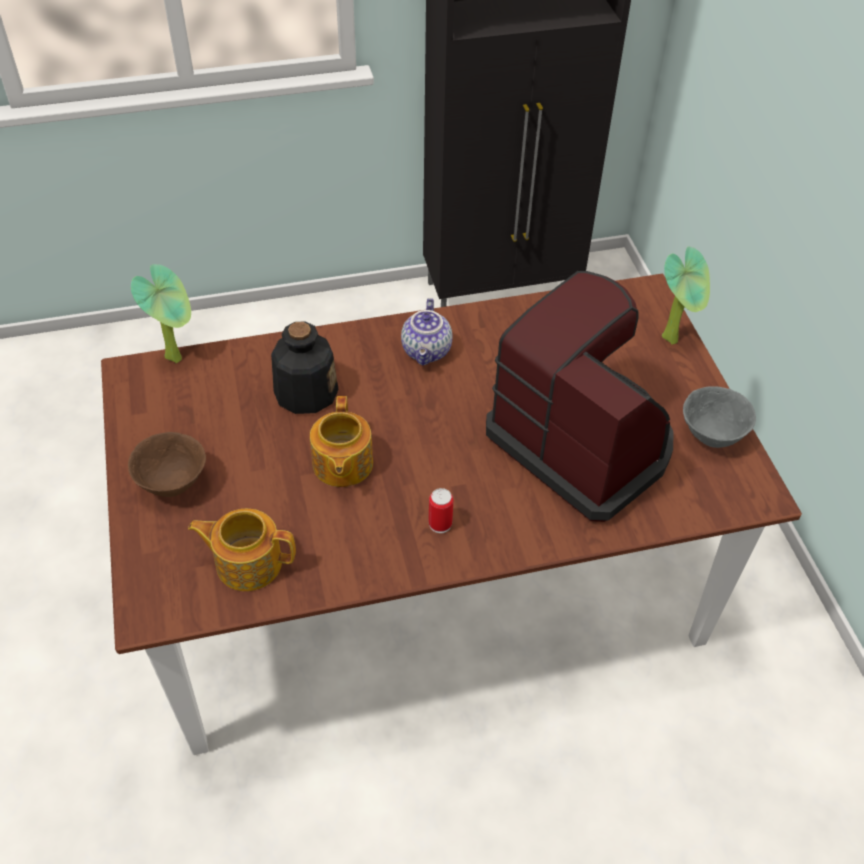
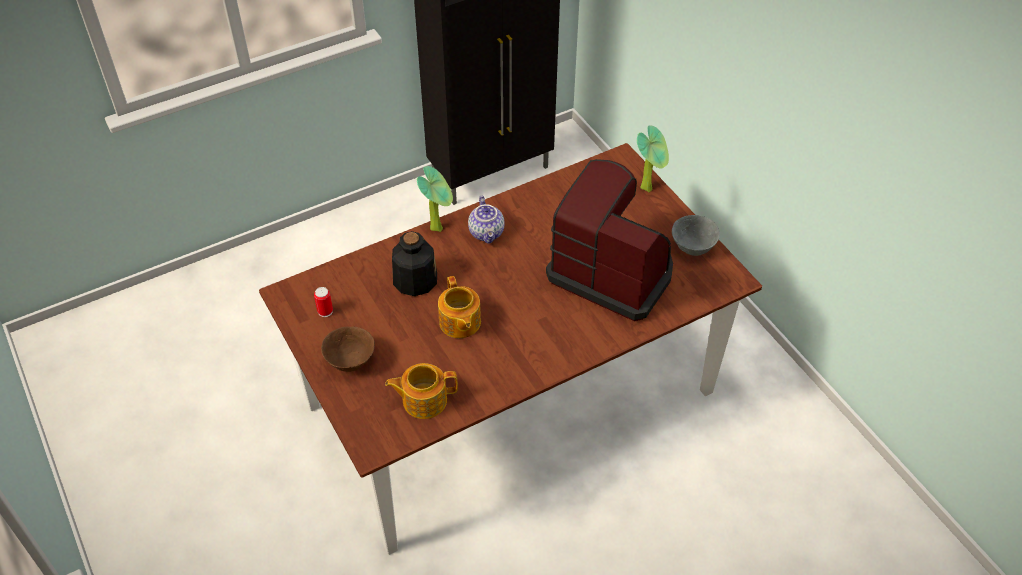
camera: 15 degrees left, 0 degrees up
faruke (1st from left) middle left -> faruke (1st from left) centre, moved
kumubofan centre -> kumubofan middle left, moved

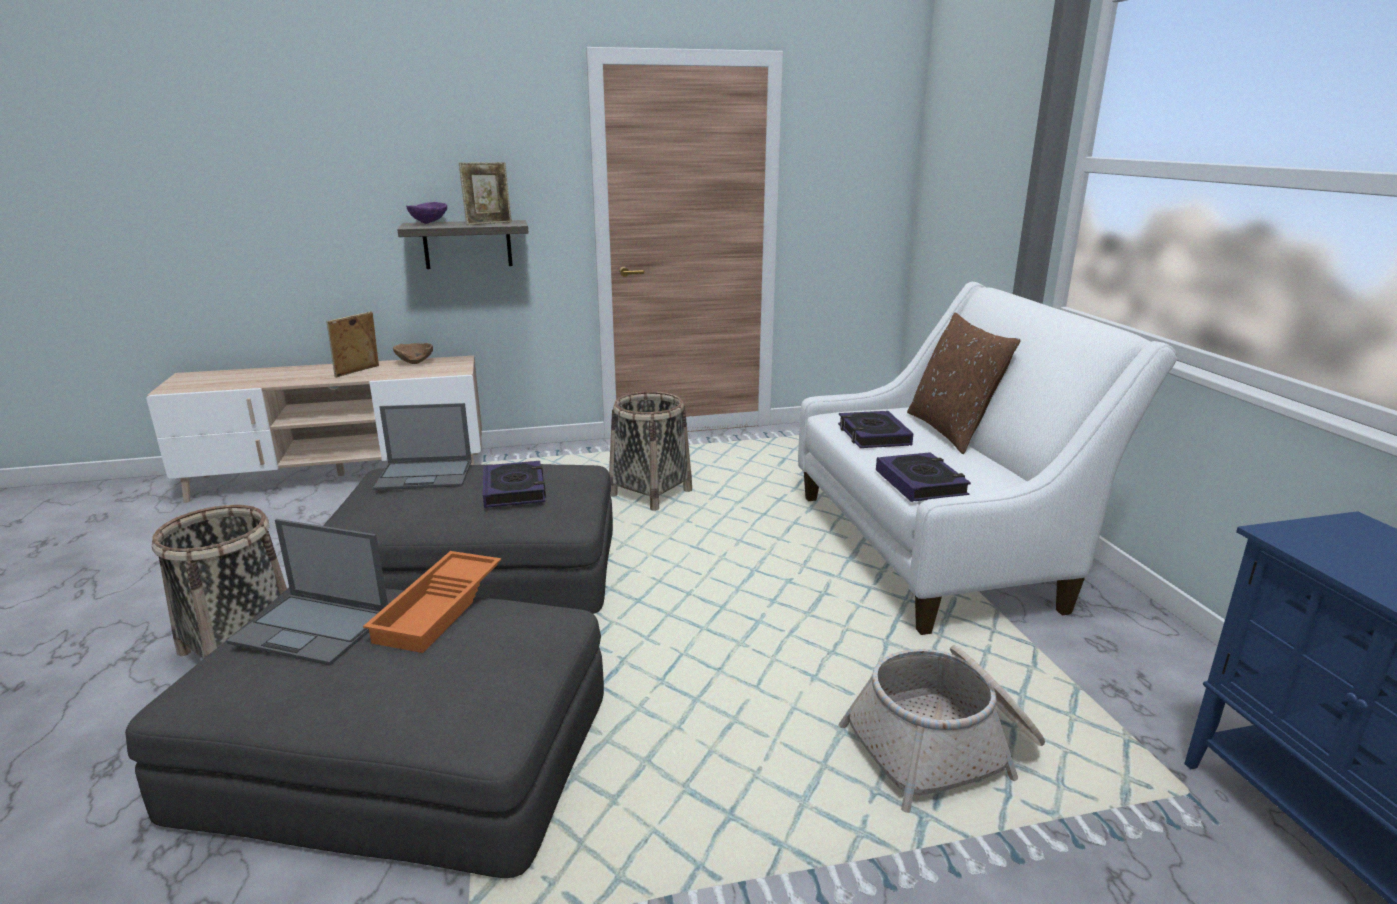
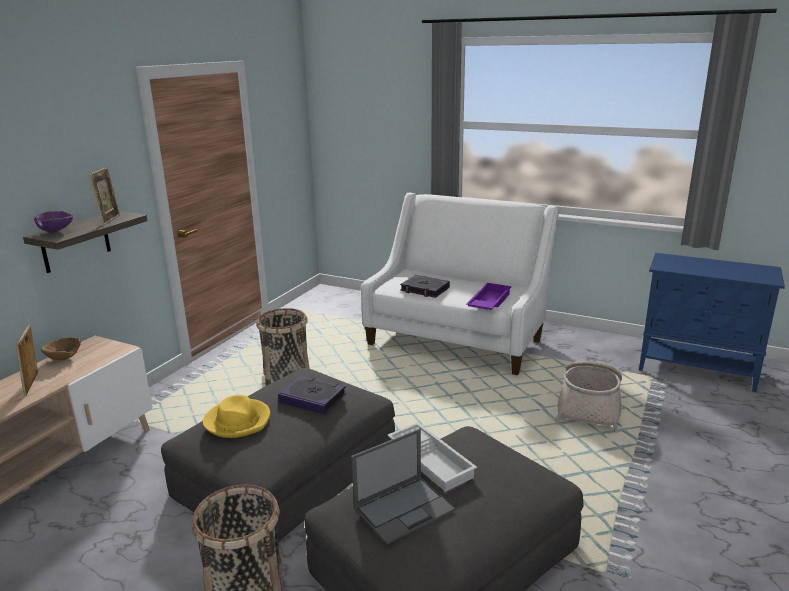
camera: 50 degrees left, 0 degrees up
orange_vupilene middle left -> white_vupilene bottom centre
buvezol (2nd from left) middle left -> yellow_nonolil bottom left
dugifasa (3rd from left) centre -> purple_vupilene centre
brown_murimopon middle right -> none

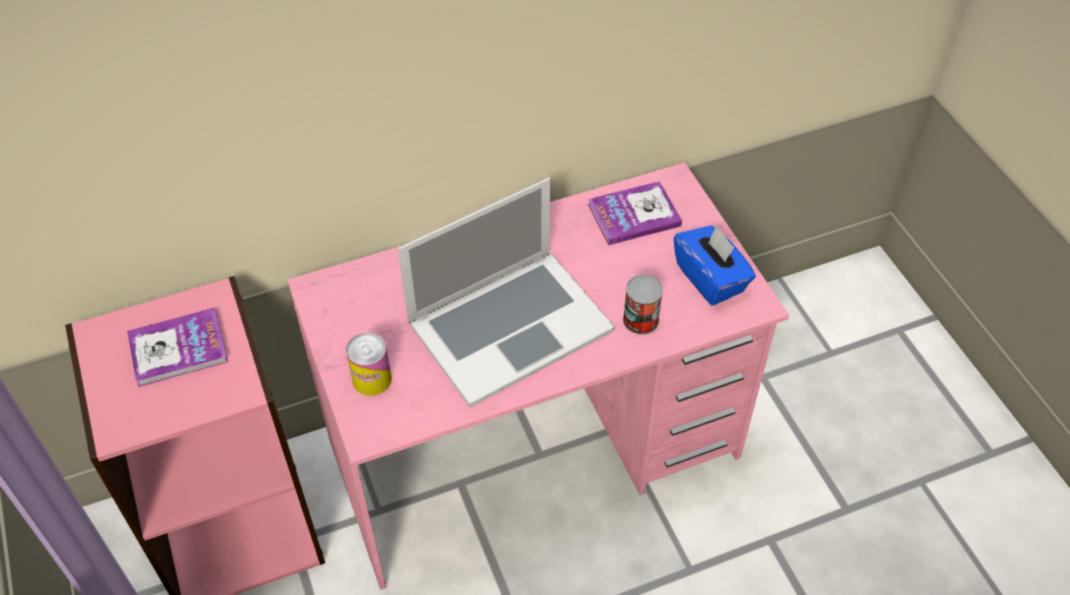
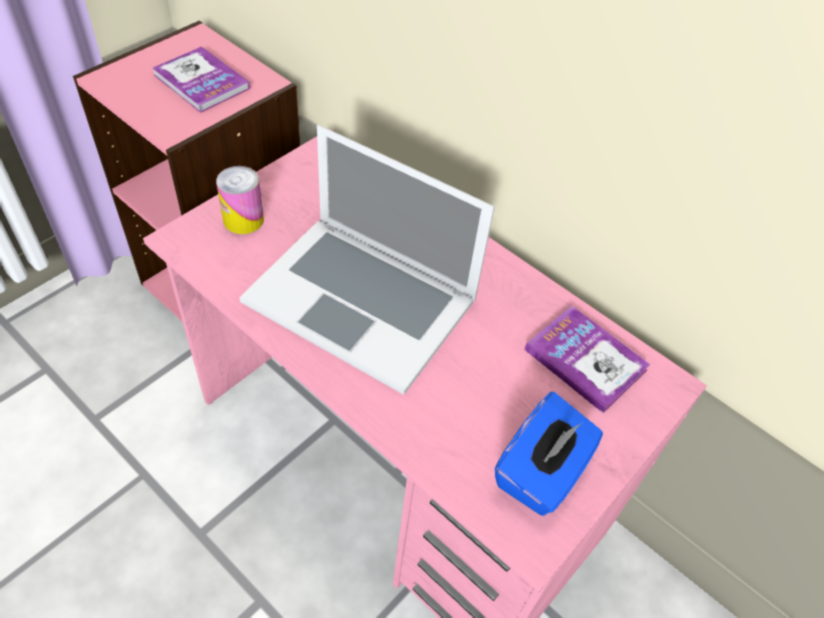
camera: 60 degrees right, 0 degrees up
kumubofan (2nd from left) centre -> none

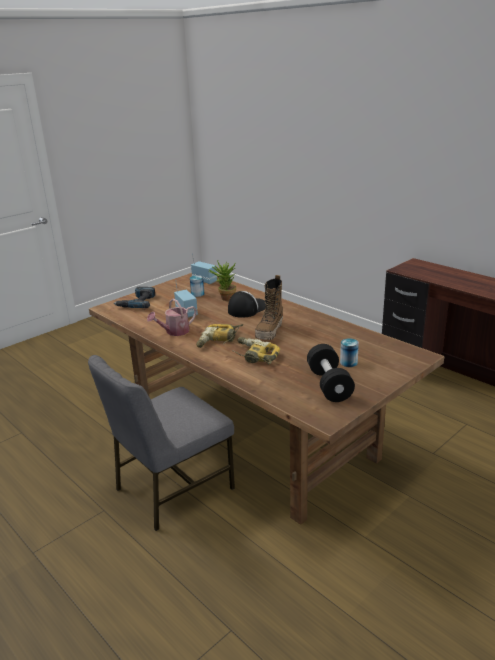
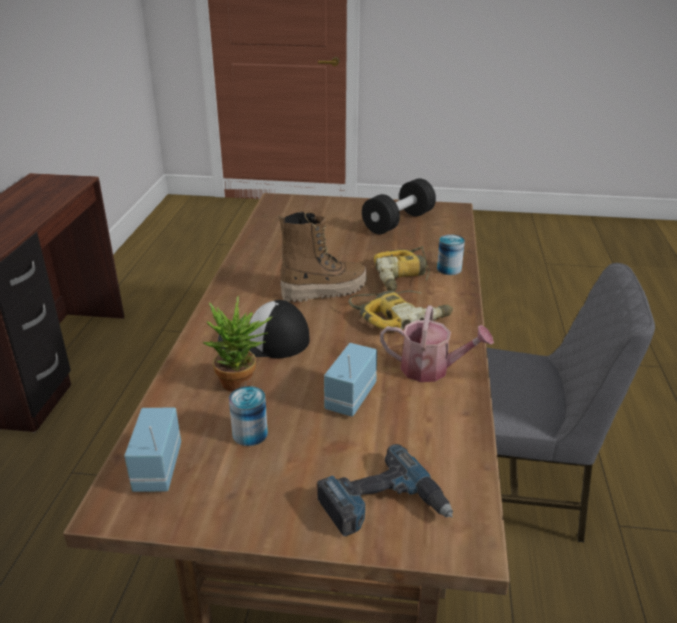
camera: 130 degrees left, 5 degrees up
kumubofan (2nd from left) middle right -> kumubofan (2nd from left) centre, moved

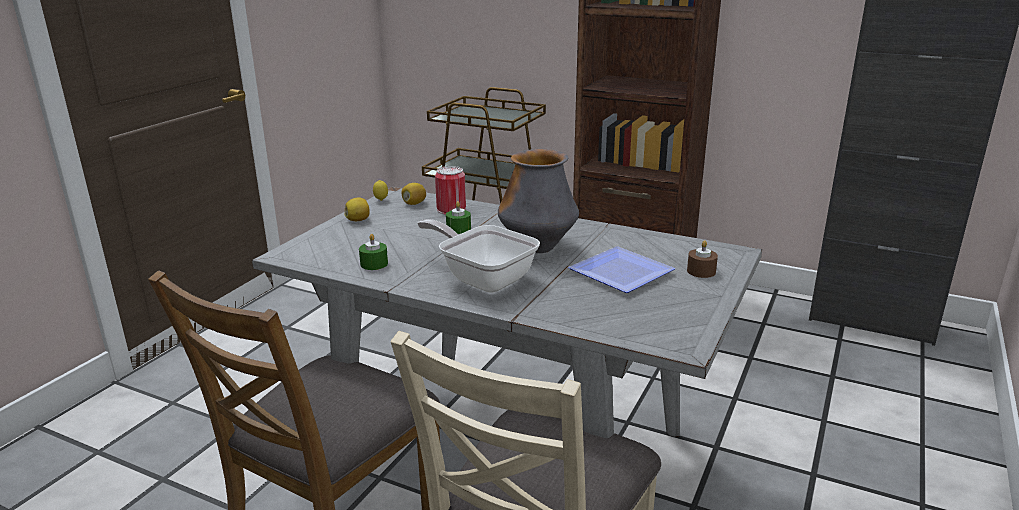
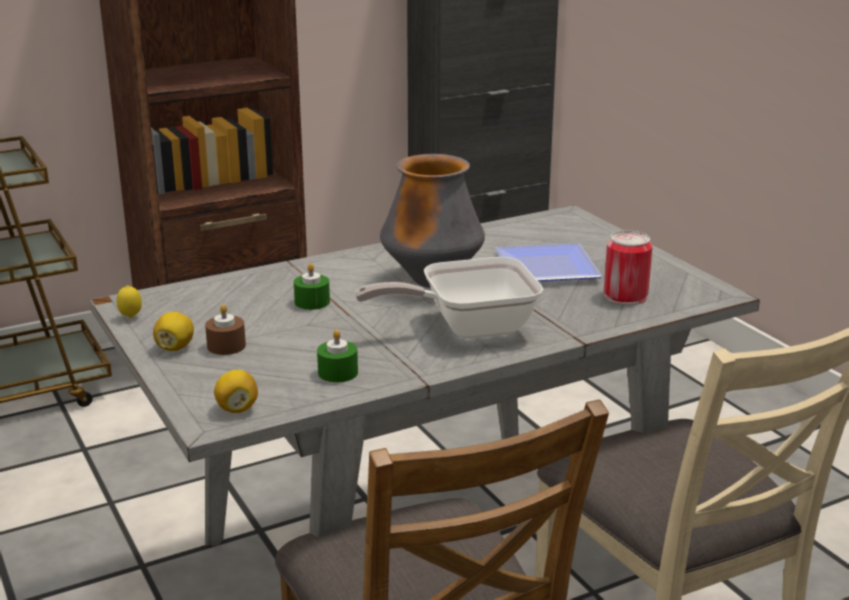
camera: 55 degrees left, 0 degrees up
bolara (3rd from left) centre -> bolara (3rd from left) middle left, moved
kumubofan centre -> kumubofan middle right, moved
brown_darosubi middle right -> brown_darosubi middle left, moved

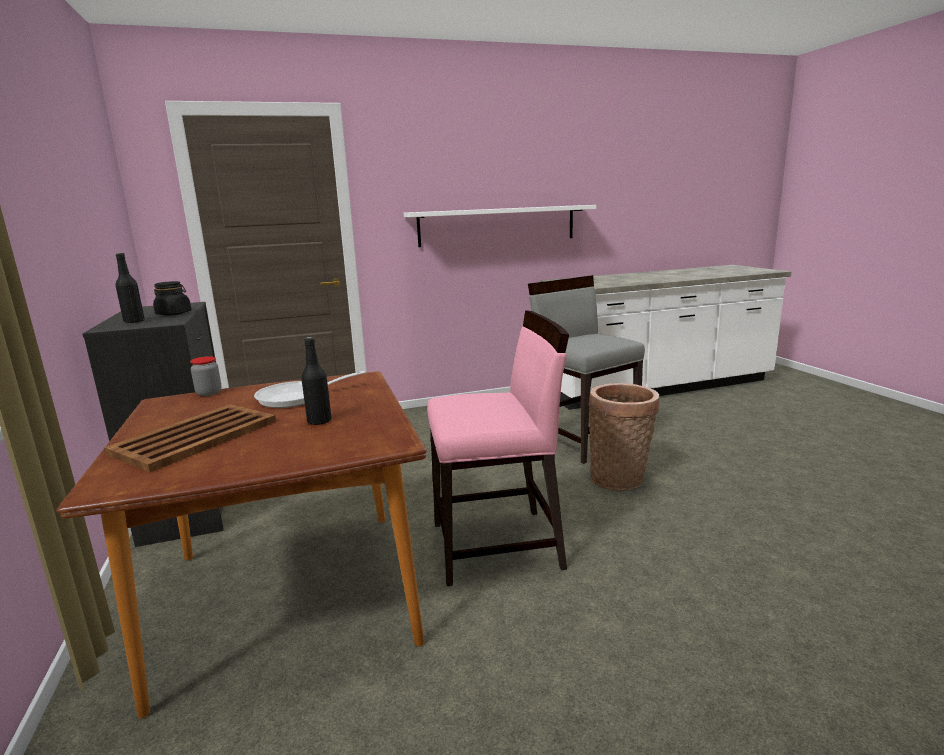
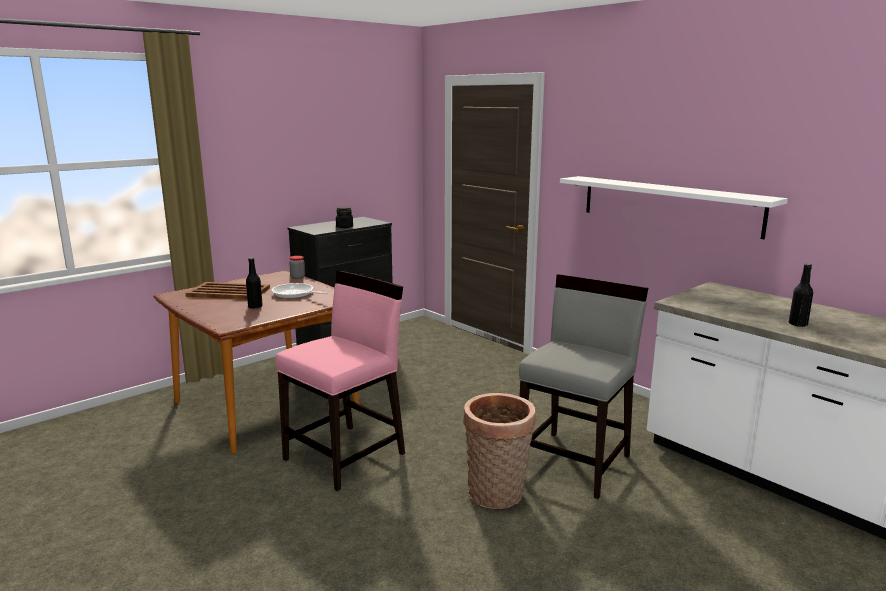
camera: 65 degrees right, 0 degrees up
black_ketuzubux (1st from left in the first image) middle left -> black_ketuzubux (2nd from left) middle right, moved
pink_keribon centre, 105 degrees counterclockwise

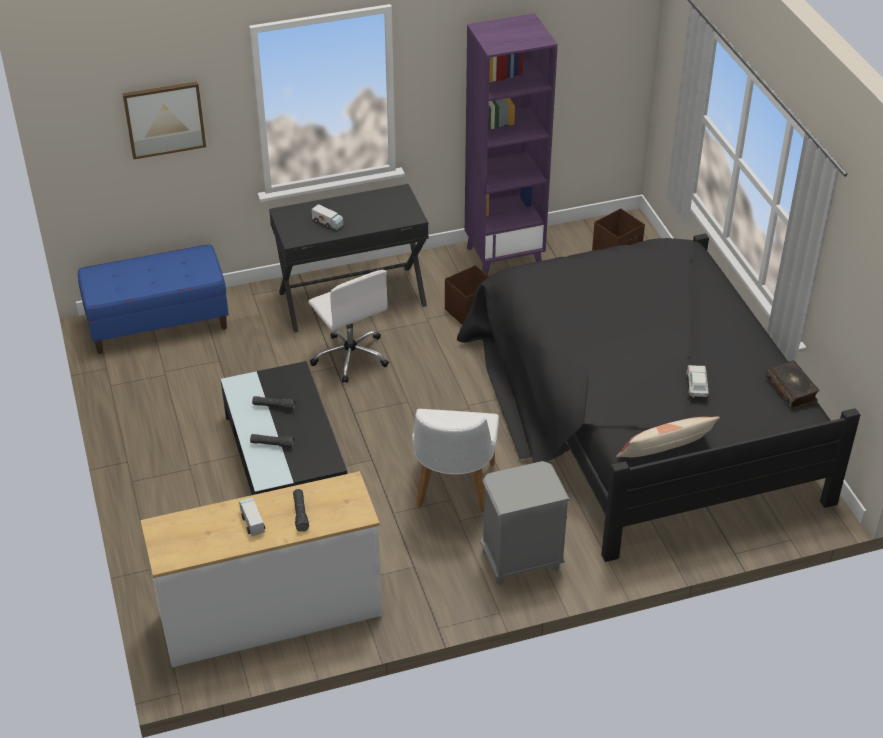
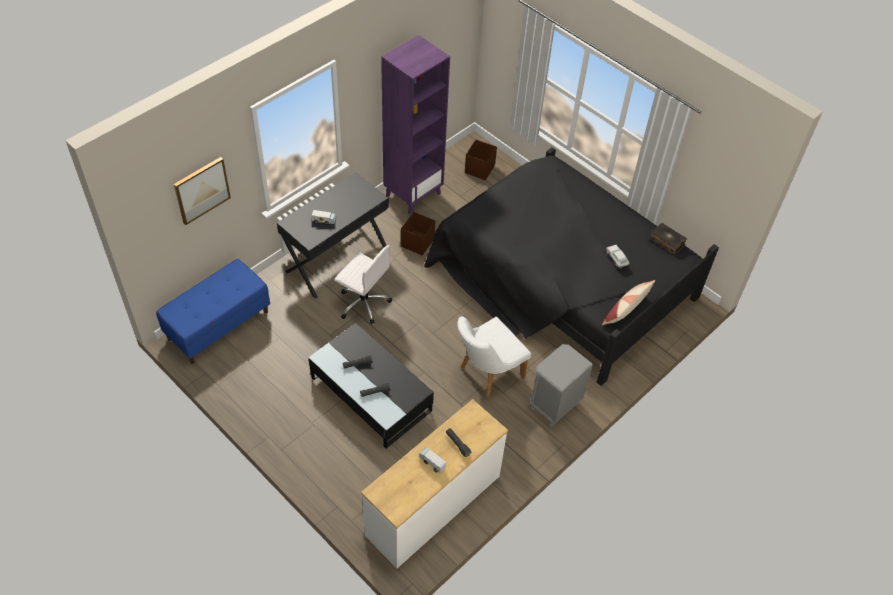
camera: 30 degrees left, 10 degrees up
white_keribon centre, 75 degrees clockwise

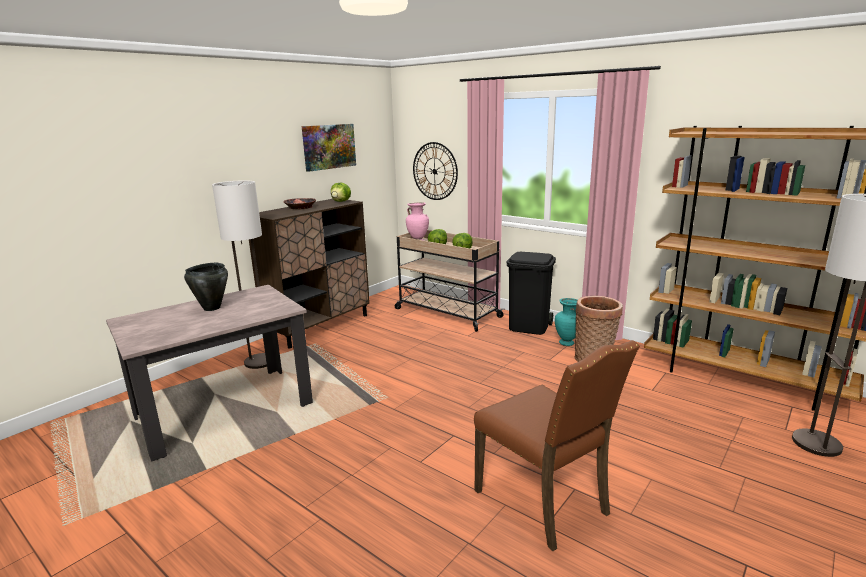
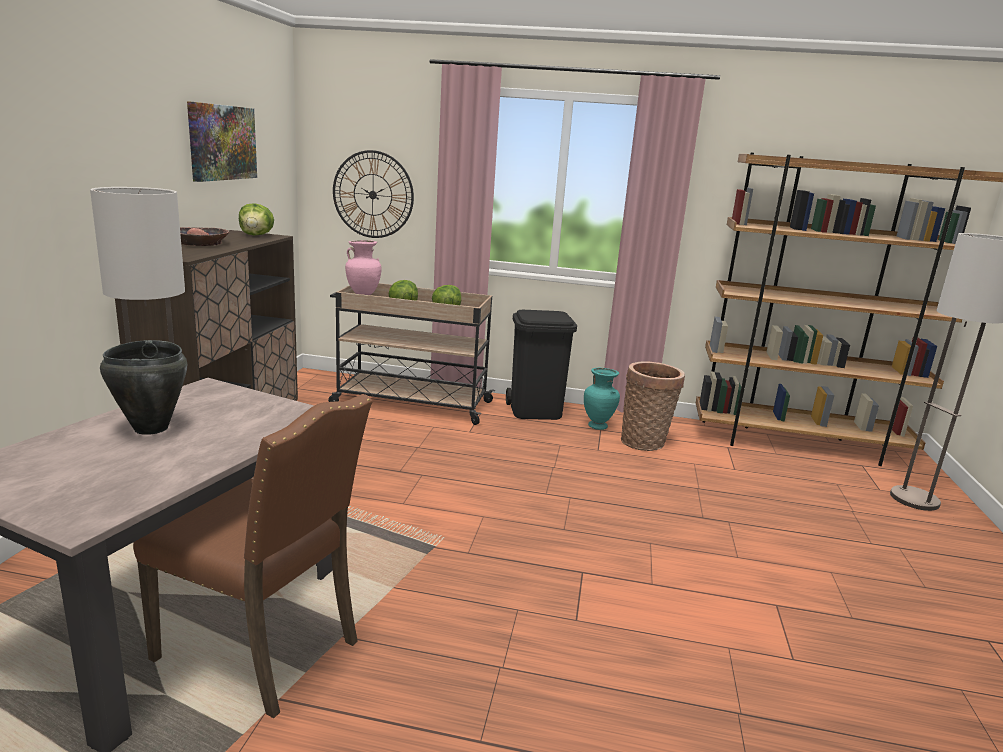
camera: 30 degrees left, 0 degrees up
brown_keribon bottom centre -> brown_keribon bottom left, moved

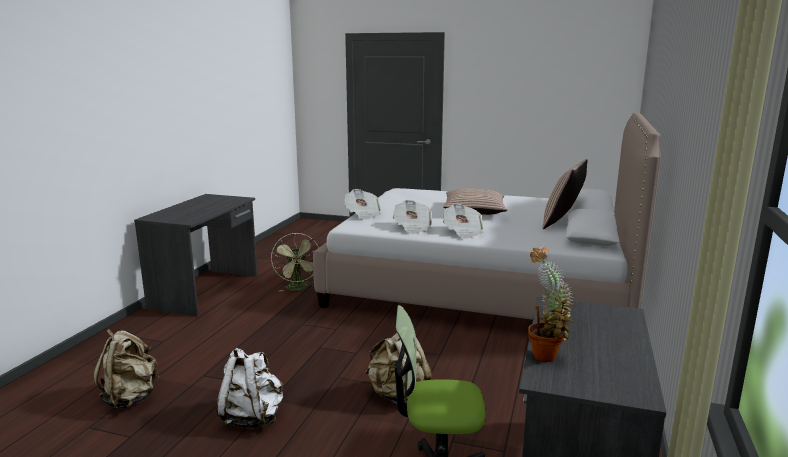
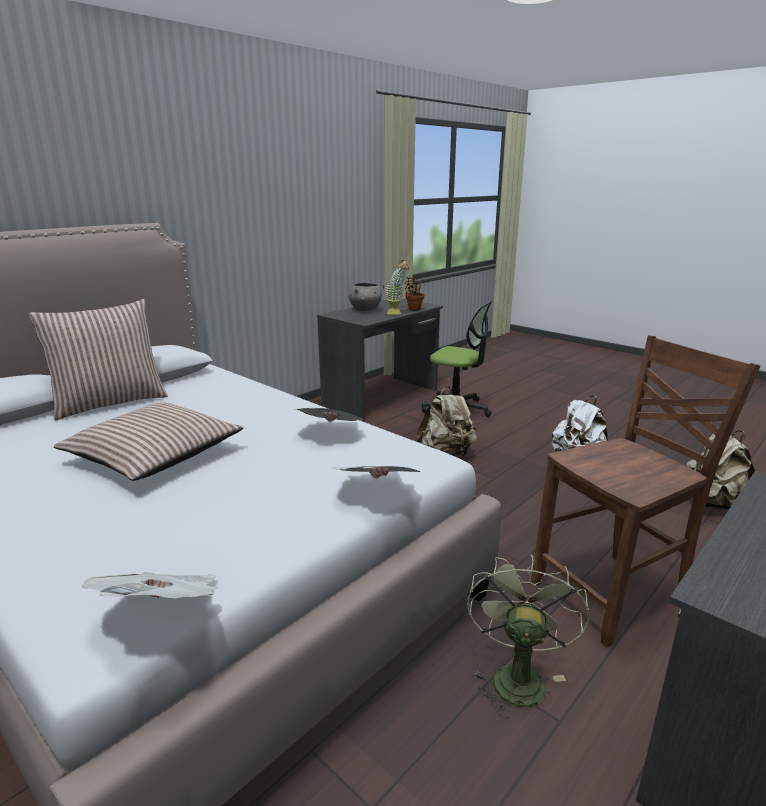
camera: 155 degrees left, 5 degrees up
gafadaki (3rd from left in the first image) centre -> gafadaki (1st from left) bottom left, moved
none -> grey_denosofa centre
none -> brown_keribon middle right

